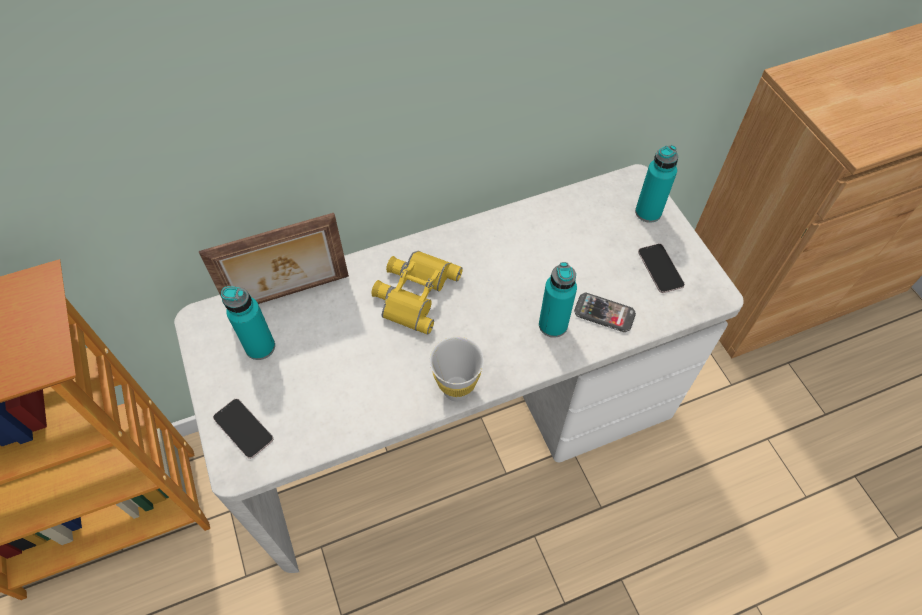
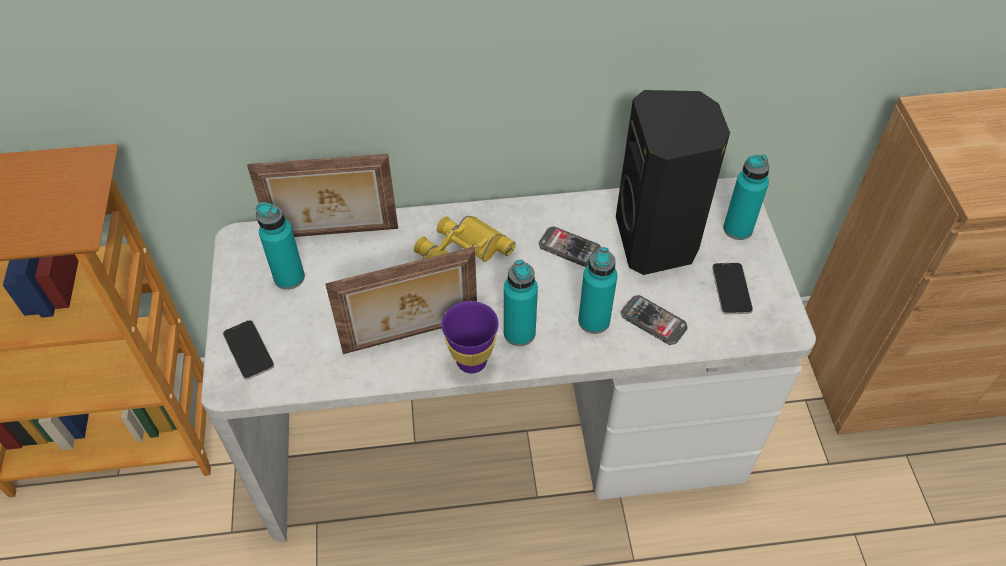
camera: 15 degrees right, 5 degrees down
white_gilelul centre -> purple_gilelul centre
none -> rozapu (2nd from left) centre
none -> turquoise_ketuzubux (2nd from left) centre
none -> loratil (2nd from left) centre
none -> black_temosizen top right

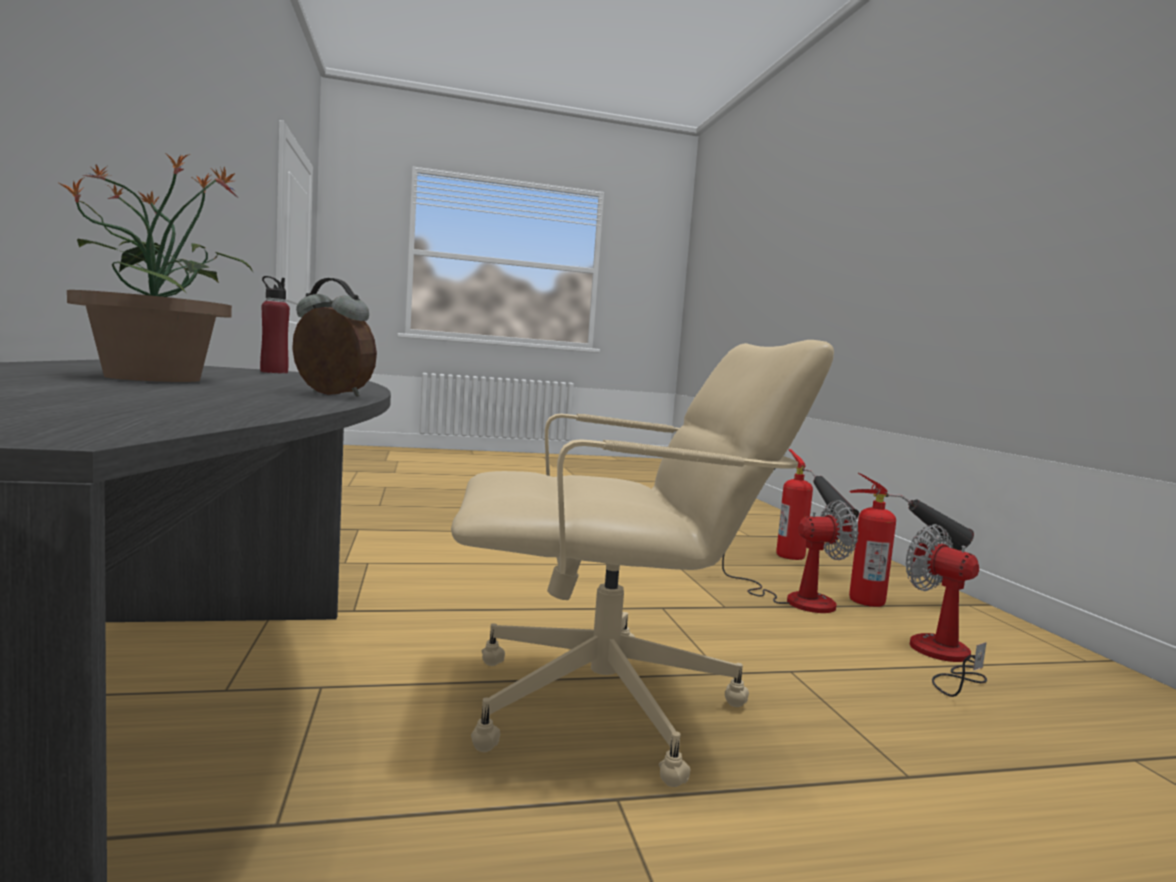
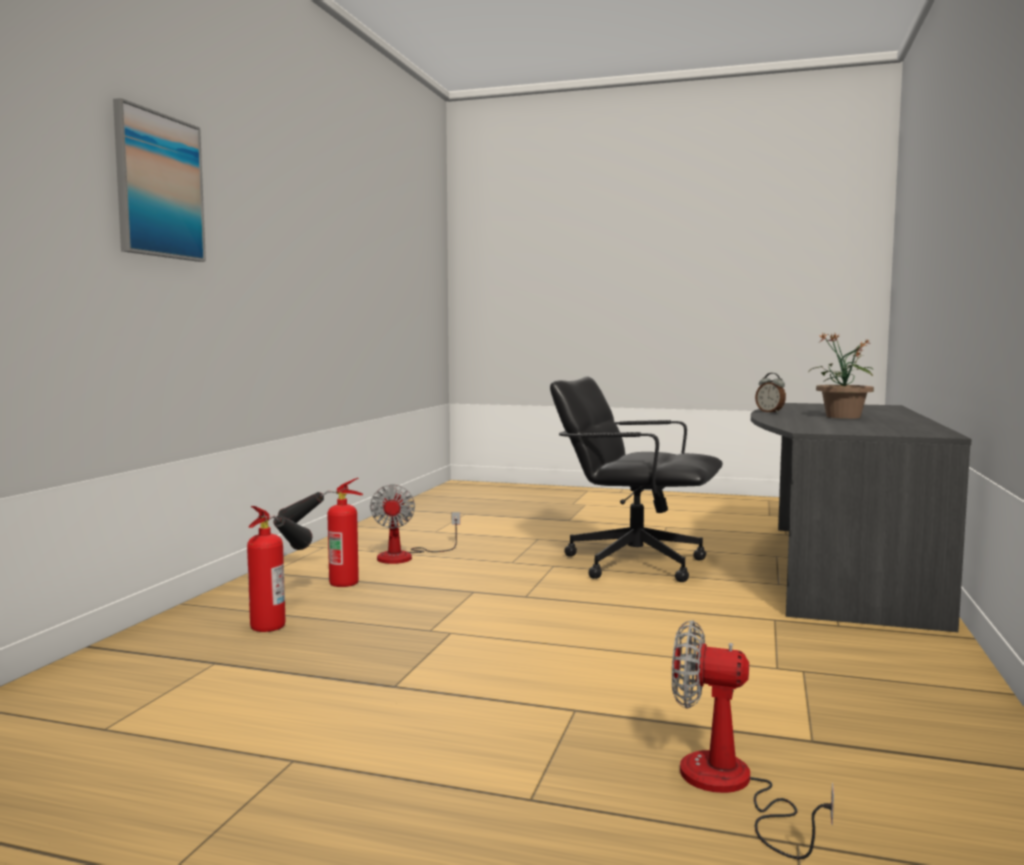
camera: 150 degrees left, 0 degrees up
red_ketuzubux middle left -> none
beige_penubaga centre -> black_penubaga centre
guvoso (1st from left in the first image) middle right -> guvoso (2nd from left) bottom right, moved
none -> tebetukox top left

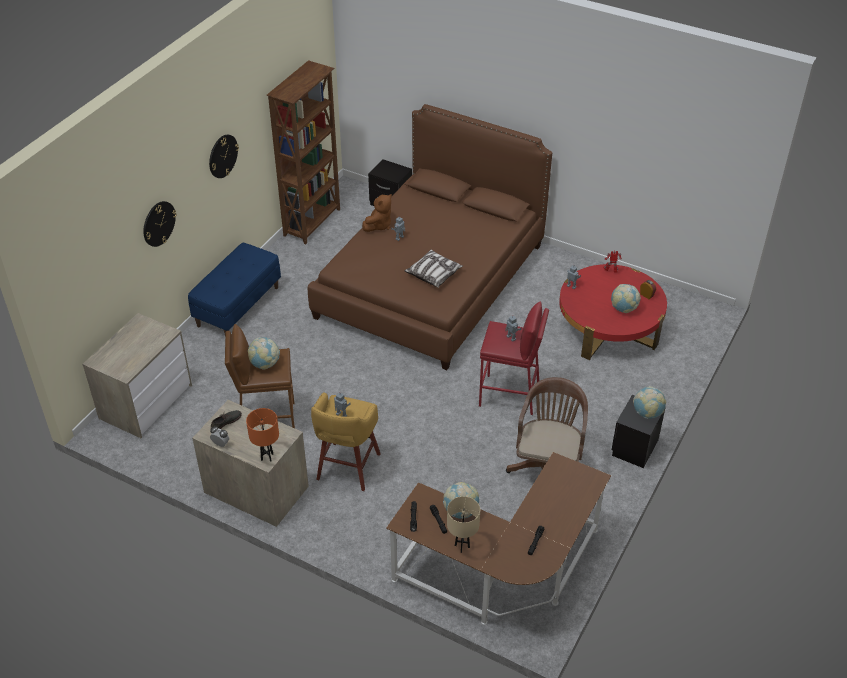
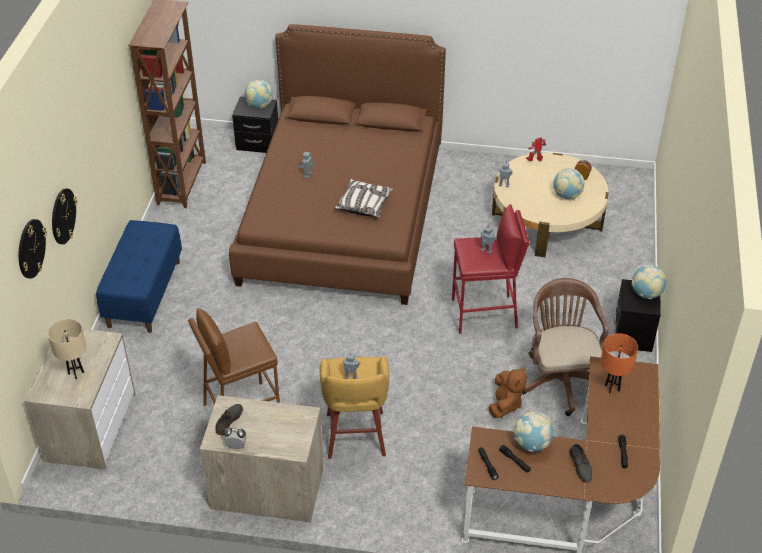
camera: 20 degrees left, 0 degrees up
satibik (2nd from left in the first image) top left -> satibik (1st from left) middle left, moved
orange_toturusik middle left -> orange_toturusik middle right, moved
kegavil (1st from left) middle left -> kegavil (1st from left) top centre, moved
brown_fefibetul top centre -> brown_fefibetul bottom centre, moved
beige_toturusik bottom centre -> beige_toturusik middle left, moved
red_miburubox middle right -> beige_miburubox middle right
none -> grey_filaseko (2nd from left) bottom right

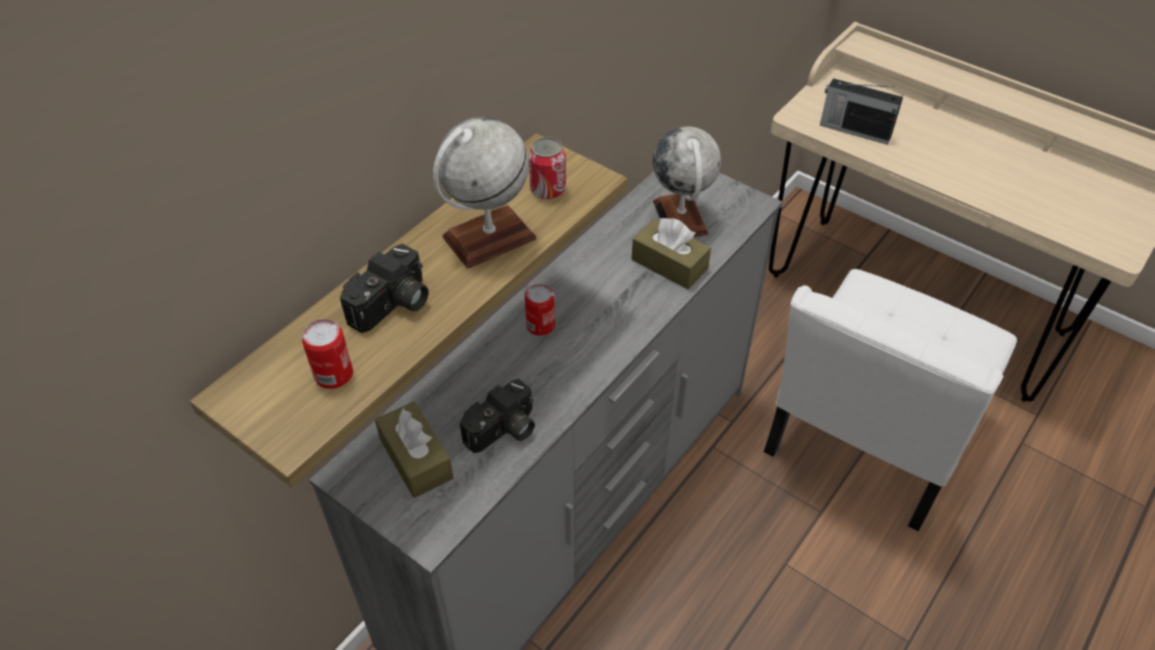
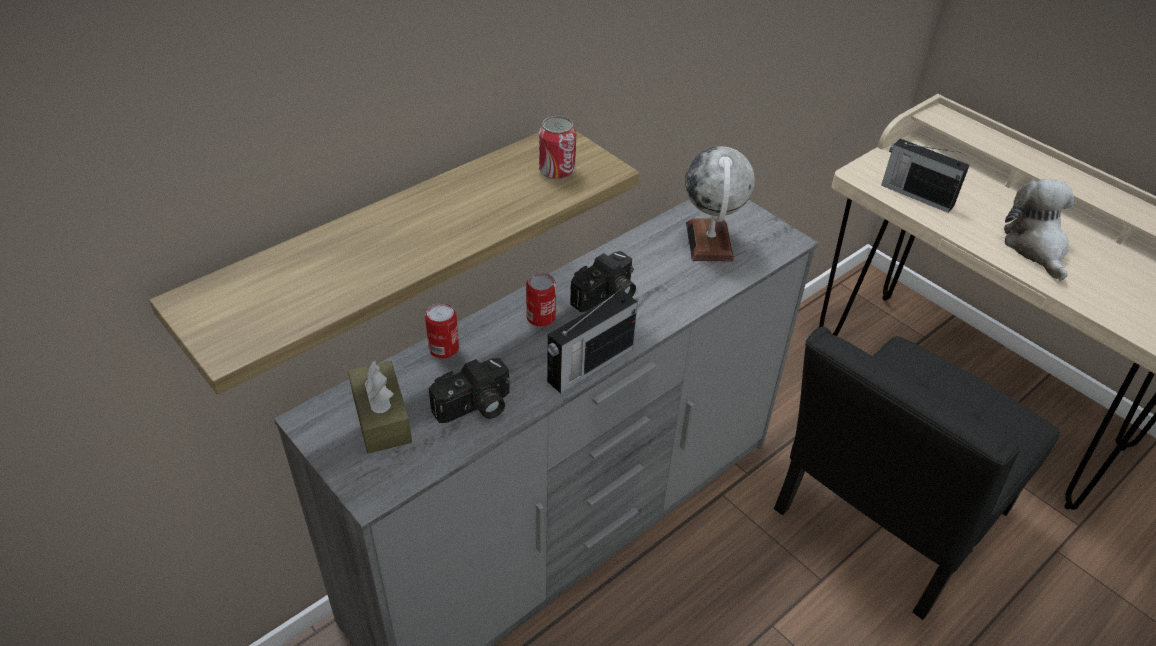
camera: 10 degrees right, 5 degrees down
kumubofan (1st from left) middle left -> kumubofan (1st from left) centre, moved
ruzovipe (1st from left in the first image) middle left -> ruzovipe (2nd from left) centre, moved
kegavil (1st from left) top centre -> none
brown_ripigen (2nd from left) centre -> none
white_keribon middle right -> black_keribon bottom right
none -> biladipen (1st from left) centre
none -> fefibetul middle right

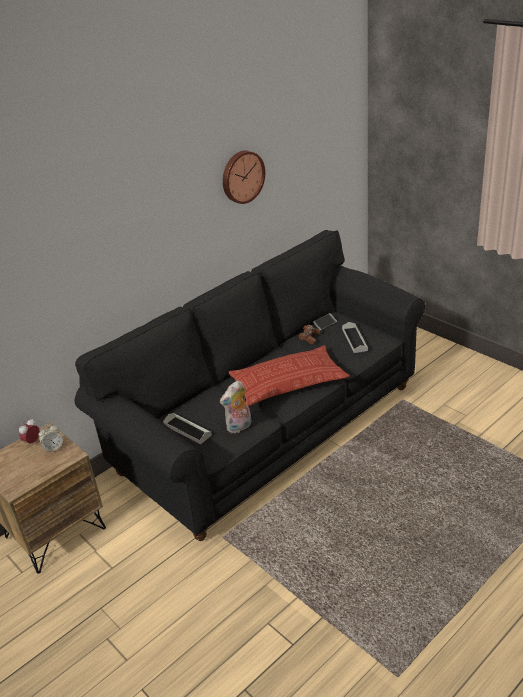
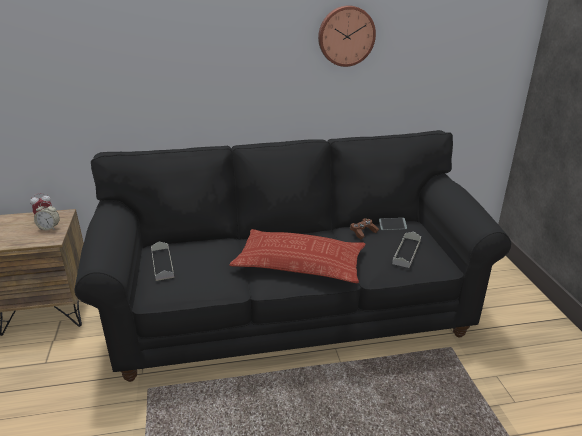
camera: 30 degrees right, 5 degrees down
fefibetul centre -> none

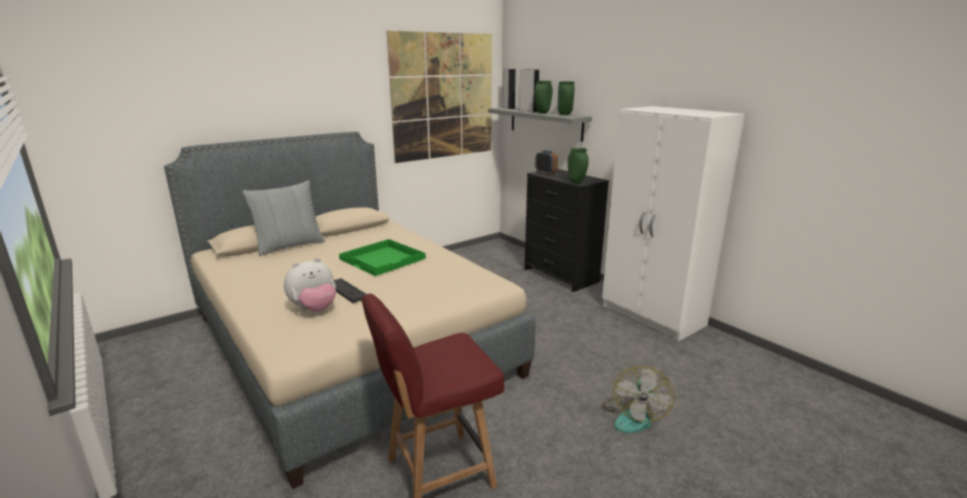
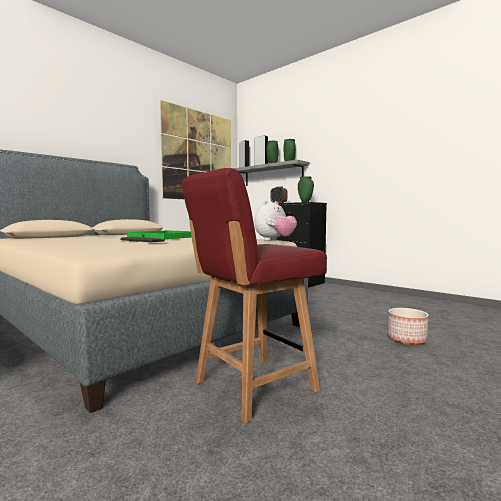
camera: 10 degrees left, 15 degrees down
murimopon middle left -> none
fefibetul middle left -> fefibetul centre, moved
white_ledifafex middle right -> none
guvoso bottom centre -> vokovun middle right

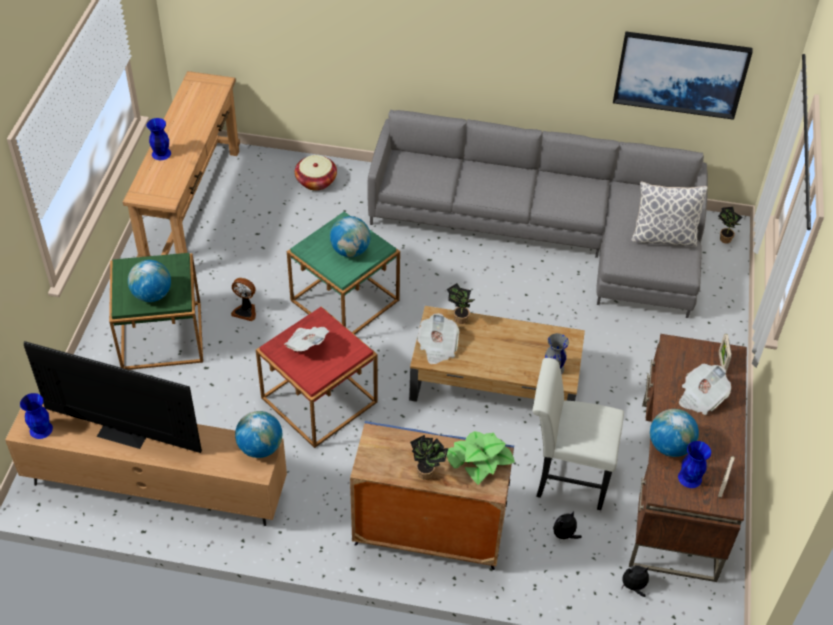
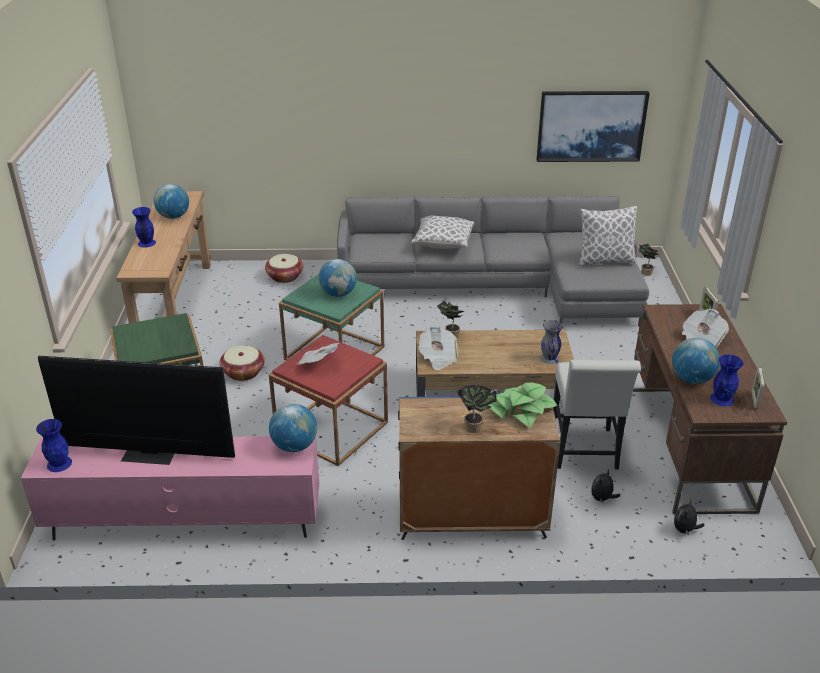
camera: 10 degrees left, 15 degrees down
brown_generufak bottom left -> pink_generufak bottom left
kegavil (1st from left) middle left -> kegavil (1st from left) top left, moved
guvoso middle left -> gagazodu (1st from left) middle left
white_keribon bottom right -> white_keribon middle right, 90 degrees counterclockwise
fefibetul (2nd from left) bottom right, 45 degrees counterclockwise
none -> murimopon (1st from left) centre

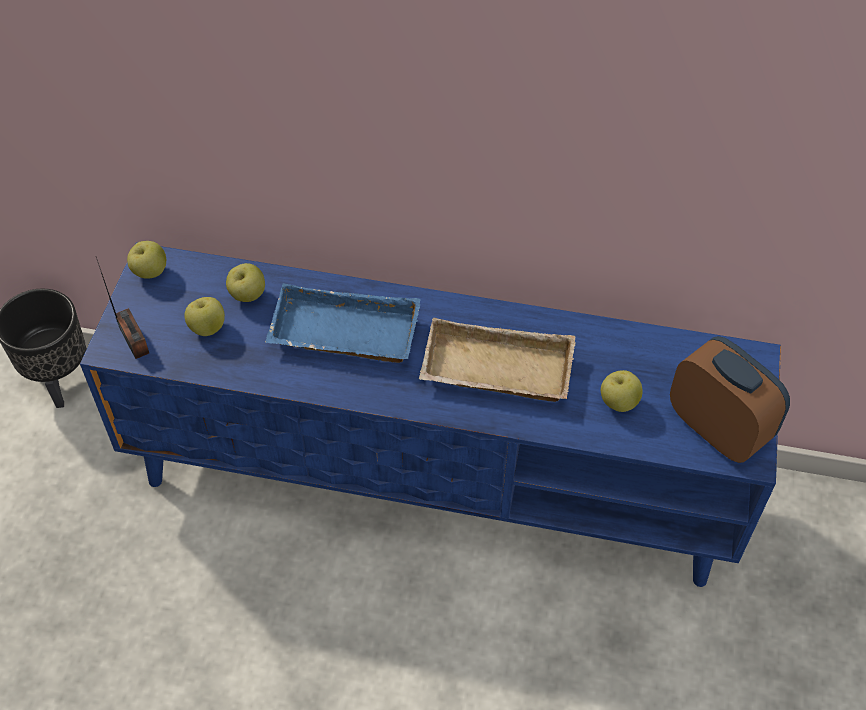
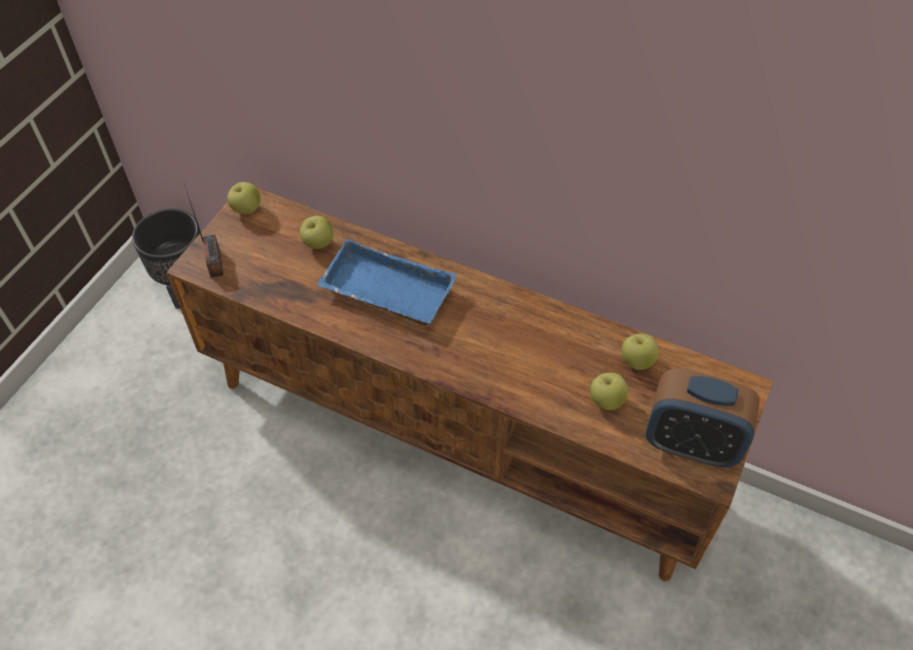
camera: 15 degrees right, 0 degrees up
blue_generufak centre -> brown_generufak centre
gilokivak (2nd from left in the first image) middle left -> gilokivak (4th from left) middle right, moved
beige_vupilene centre -> none
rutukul middle right, 135 degrees clockwise

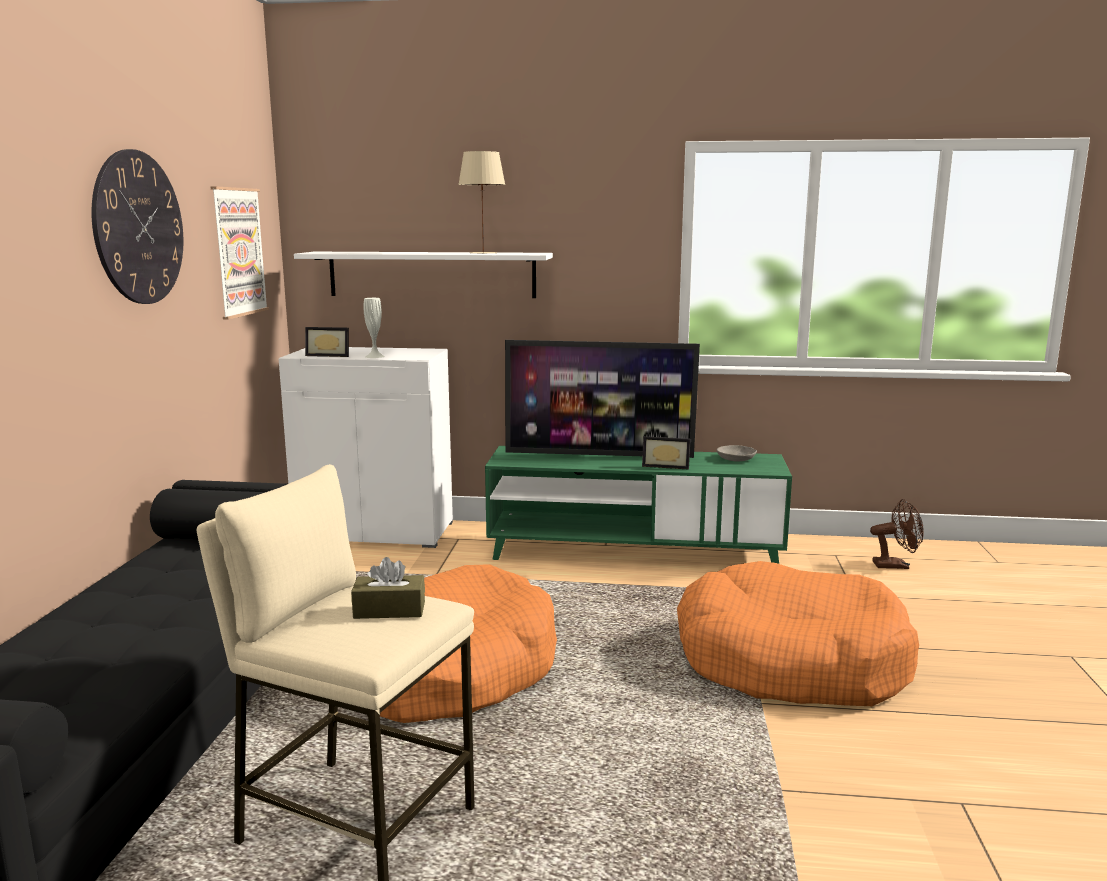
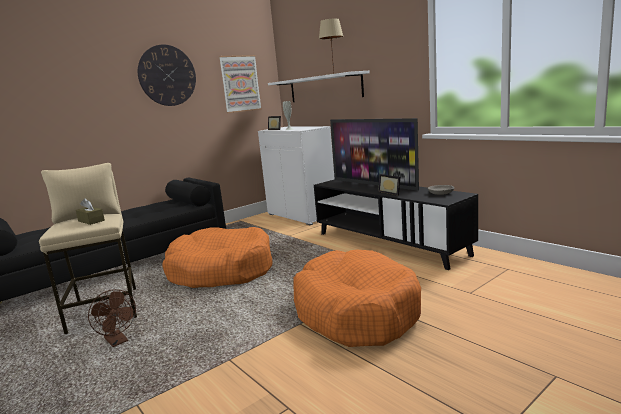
camera: 45 degrees right, 0 degrees up
green_generufak centre -> black_generufak centre
brown_guvoso middle right -> brown_guvoso bottom left, moved

